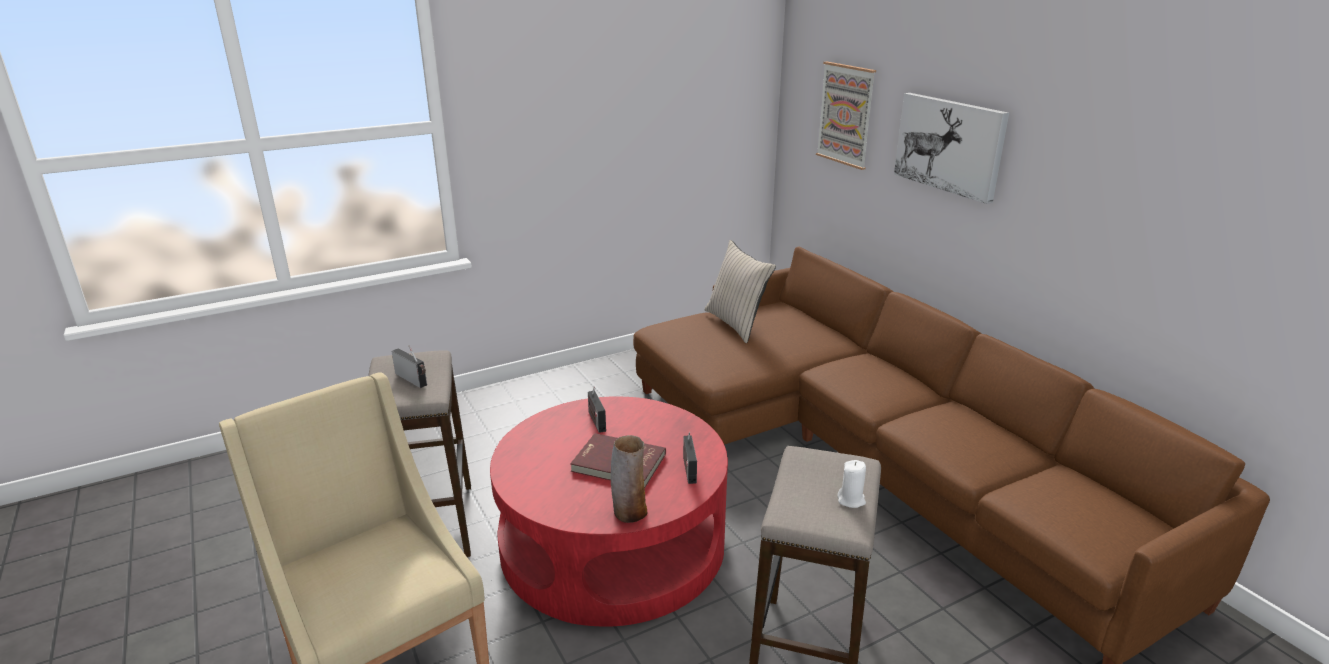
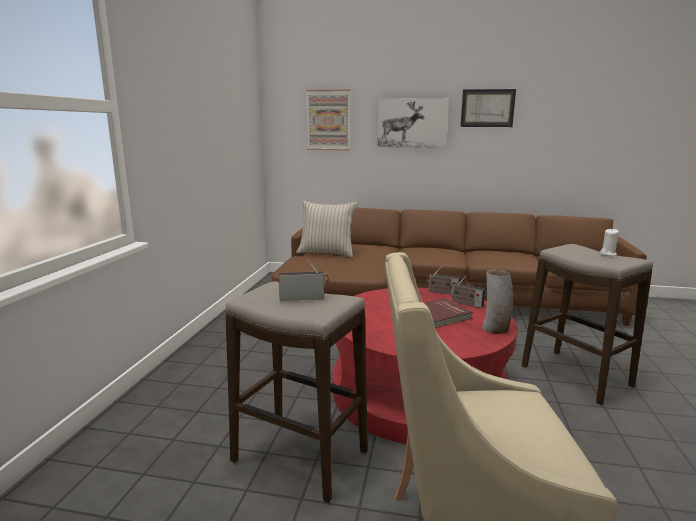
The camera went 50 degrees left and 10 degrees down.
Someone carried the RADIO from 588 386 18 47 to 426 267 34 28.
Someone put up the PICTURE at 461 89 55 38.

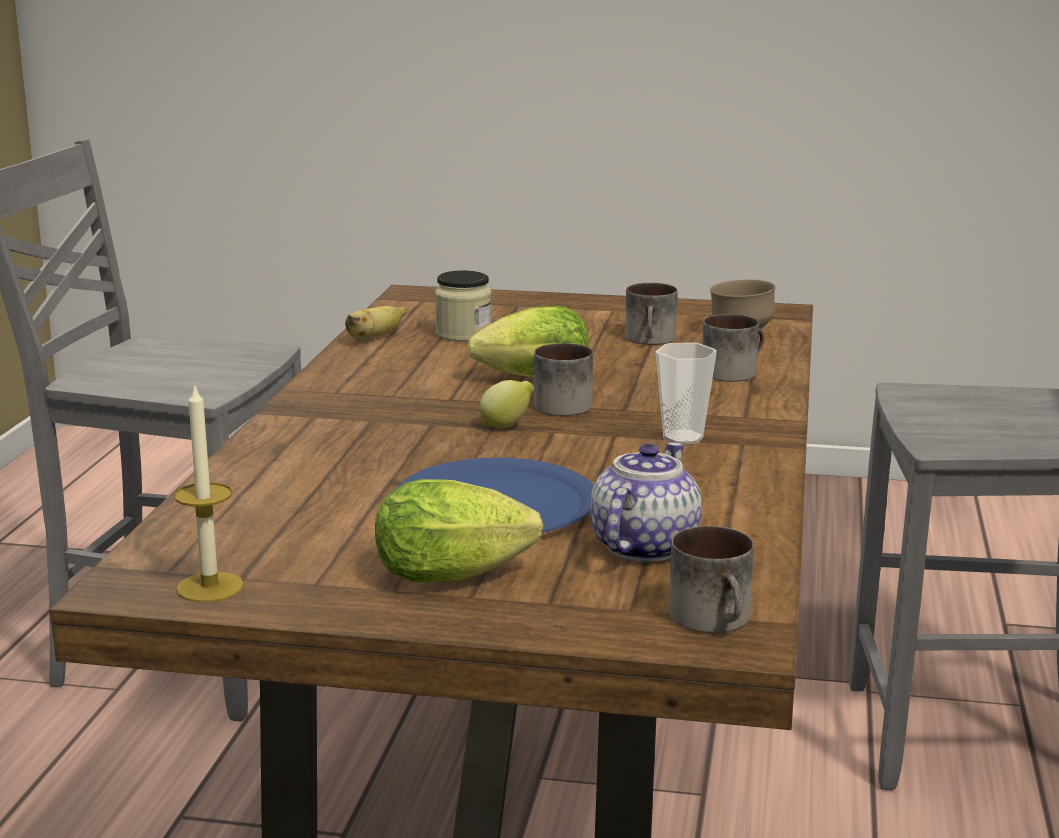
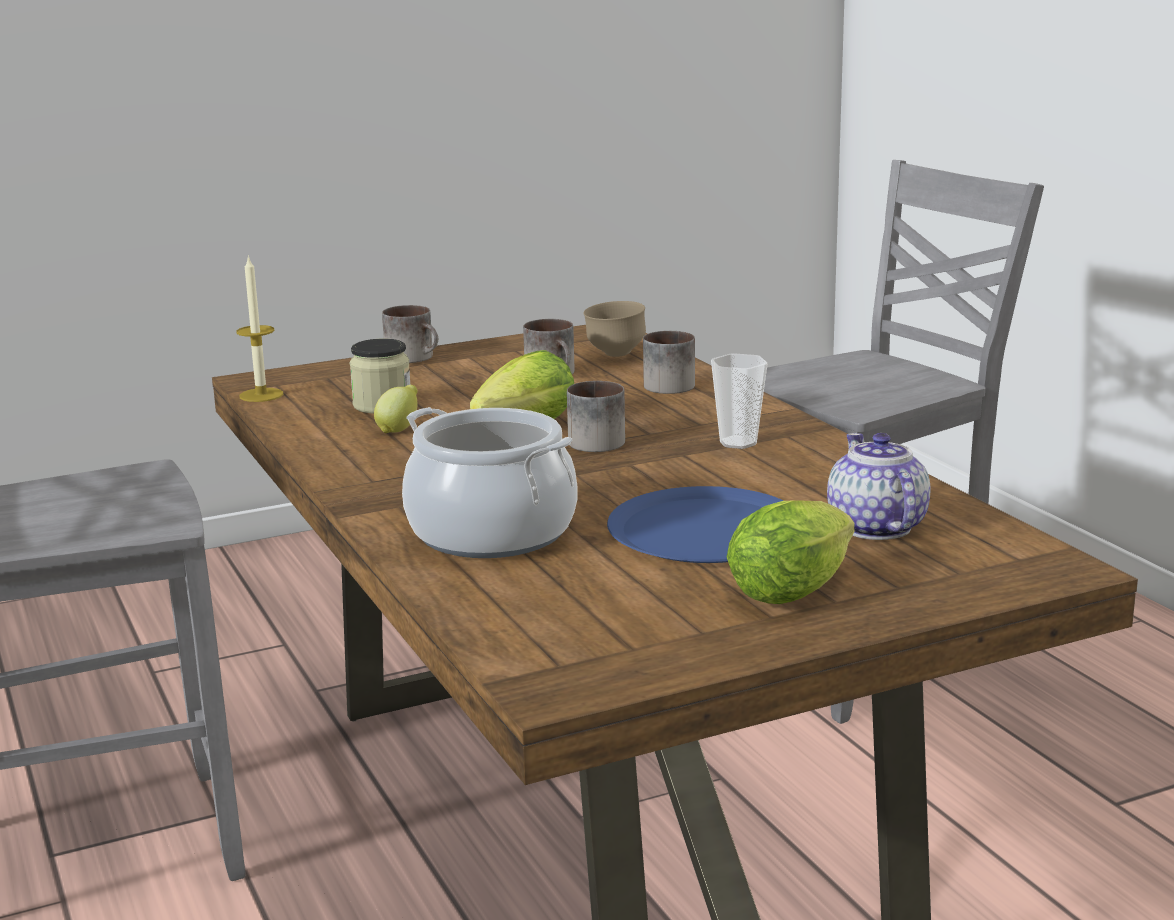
The camera went 35 degrees left and 0 degrees up.
Someone carried the CANDLE from 174 383 70 219 to 236 255 48 147.
Someone carried the LEMON from 479 380 55 49 to 374 385 43 48.
Someone carried the MUG from 669 526 85 107 to 382 305 56 58.
Someone put down the COOKING POT at 402 407 176 151.
Someone took away the BANANA at 345 306 62 34.

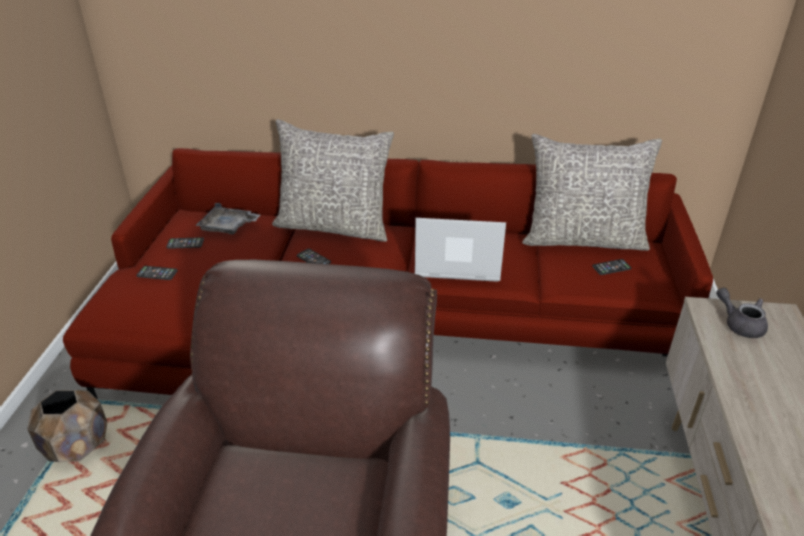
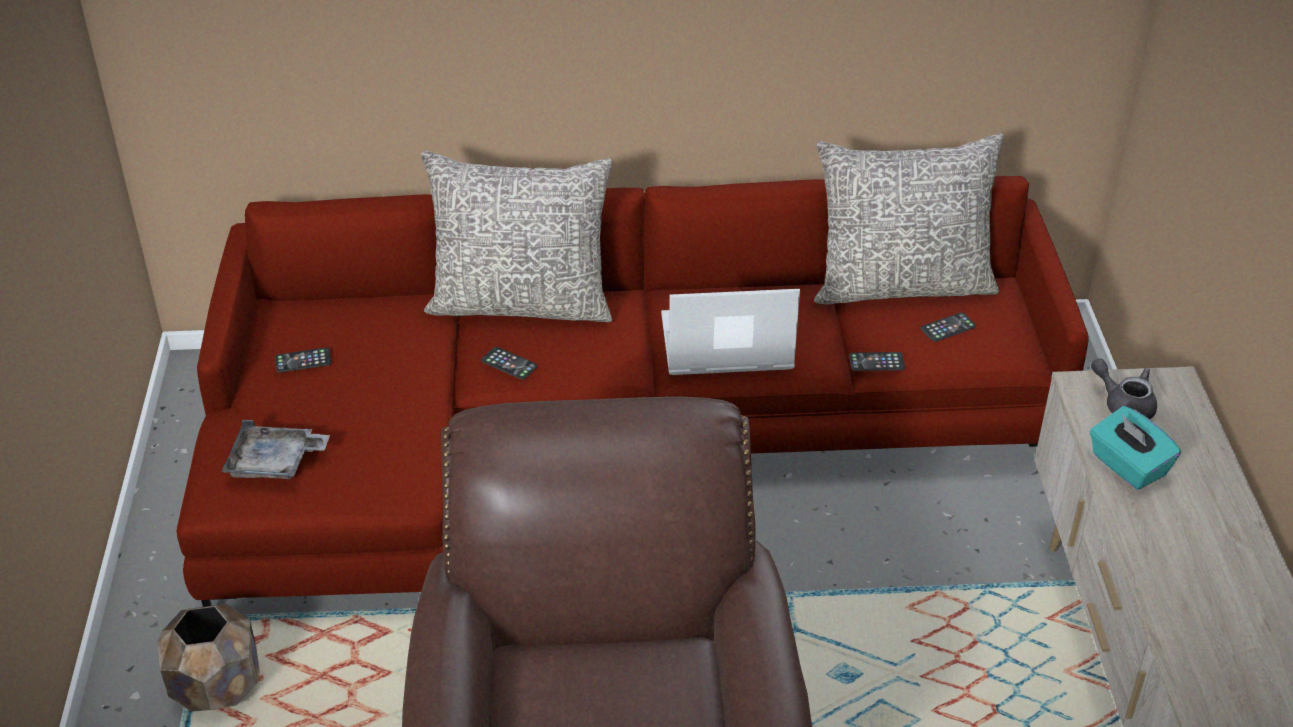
The camera went 10 degrees left and 5 degrees up.
Someone carried the GREY TRAY from 195 203 65 32 to 221 420 109 59.
Someone carried the PHONE from 137 266 41 14 to 849 352 56 19.
Someone put down the TURQUOISE TISSUE BOX at 1090 406 91 84.

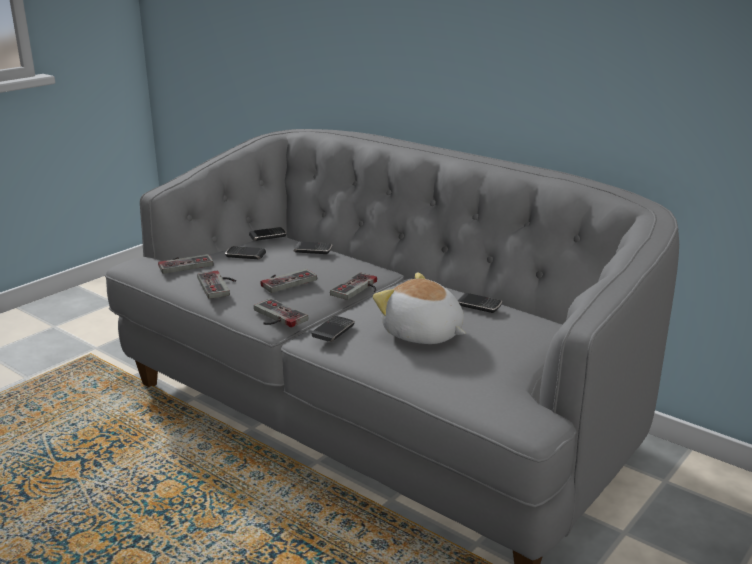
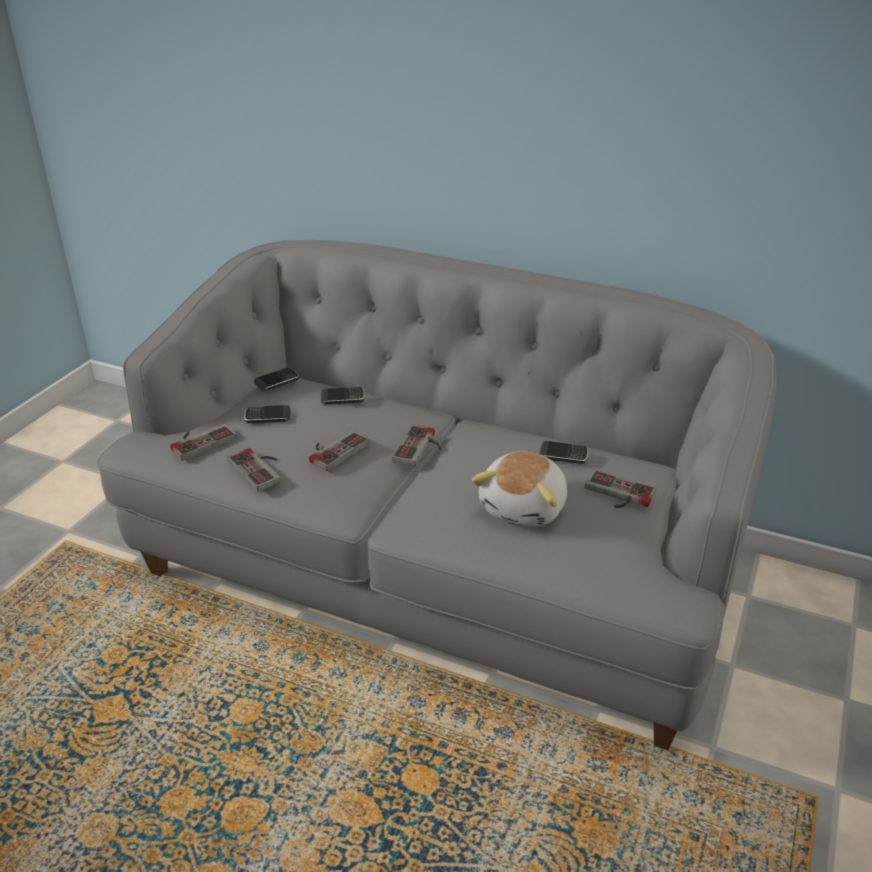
The camera went 15 degrees left and 10 degrees up.
Someone rotated the PLUSH TOY at 373 272 93 72 by 90 degrees counterclockwise.
Someone carried the GAME CONTROLLER from 254 298 54 30 to 585 470 71 38.
Someone took away the PHONE at 311 316 44 26.

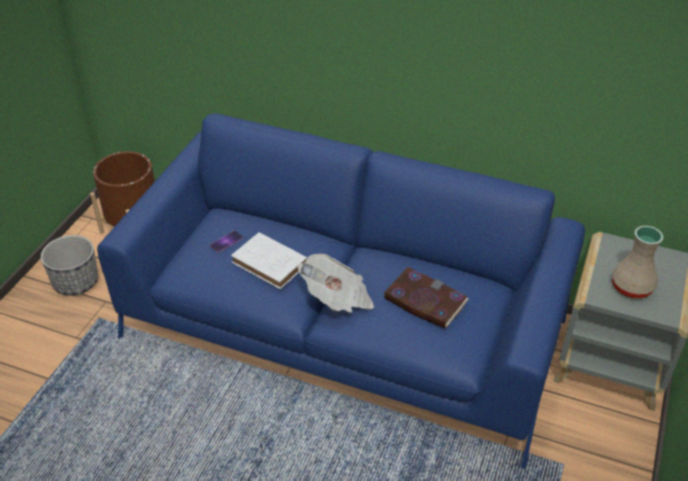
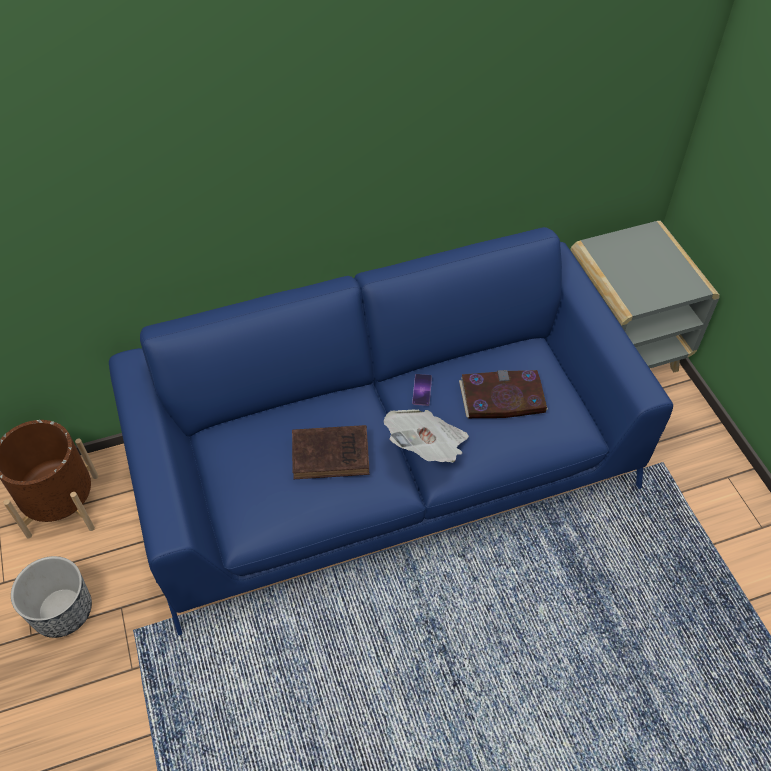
The camera went 40 degrees left and 10 degrees up.
Someone repainted the WHITE BOOK at 231 232 77 57, which became the BROWN BOOK at 292 425 78 54.
Someone carried the PHONE from 210 230 33 23 to 412 374 20 32.
Someone took away the BEIGE VASE at 612 226 51 72.

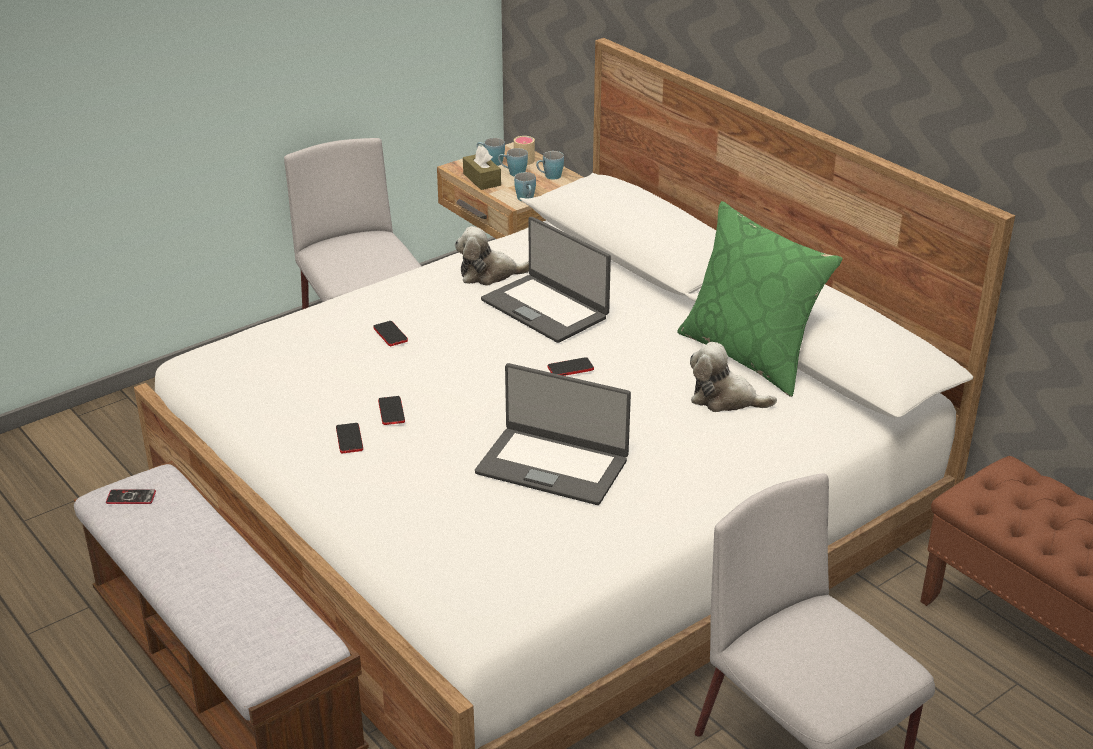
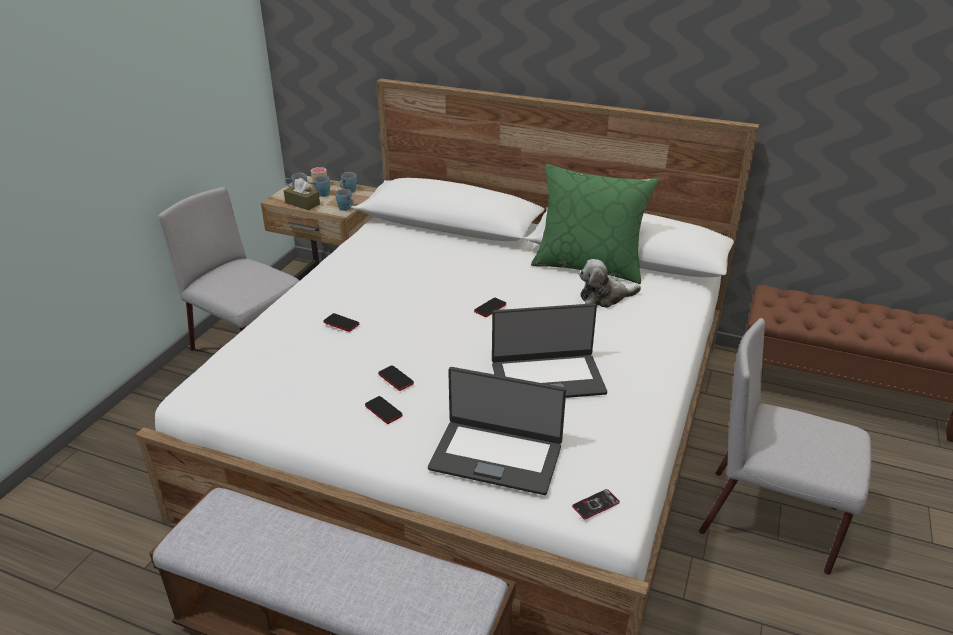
The camera went 30 degrees left and 0 degrees up.
Someone carried the LAPTOP from 481 217 130 126 to 428 367 138 128.
Someone carried the PHONE from 106 489 50 15 to 572 489 48 30.
Someone took away the PLUSH TOY at 455 226 74 60.

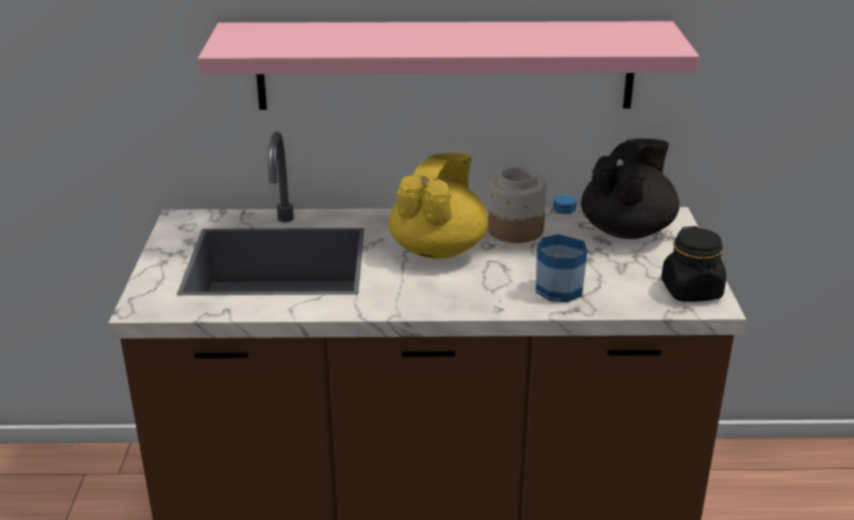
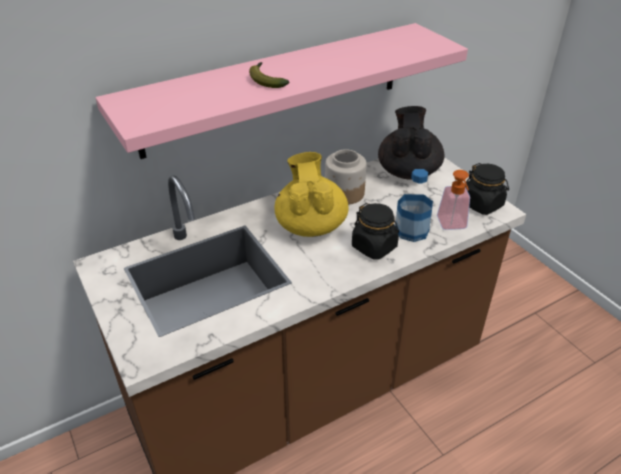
The camera went 30 degrees left and 10 degrees up.
Someone put down the BANANA at 249 62 40 26.
Someone put down the BLACK JAR at 352 203 47 57.
Someone put down the SOAP DISPENSER at 437 170 33 60.

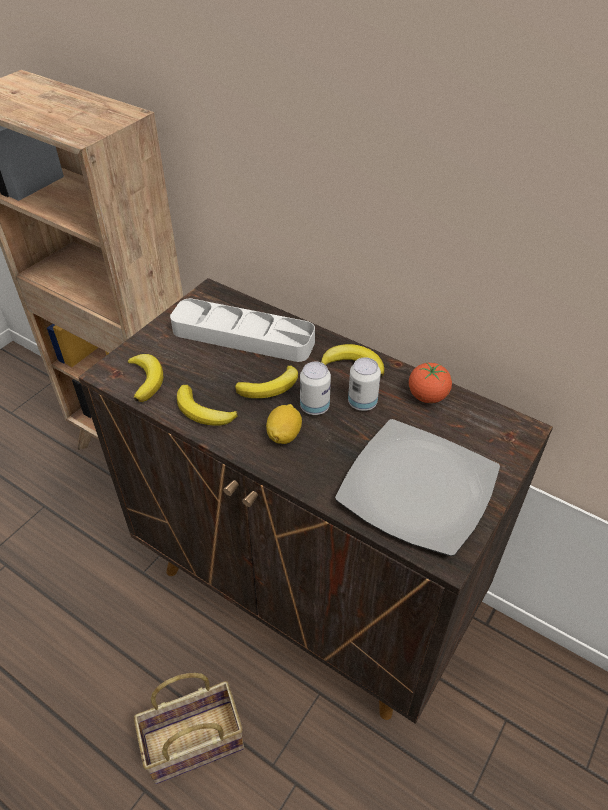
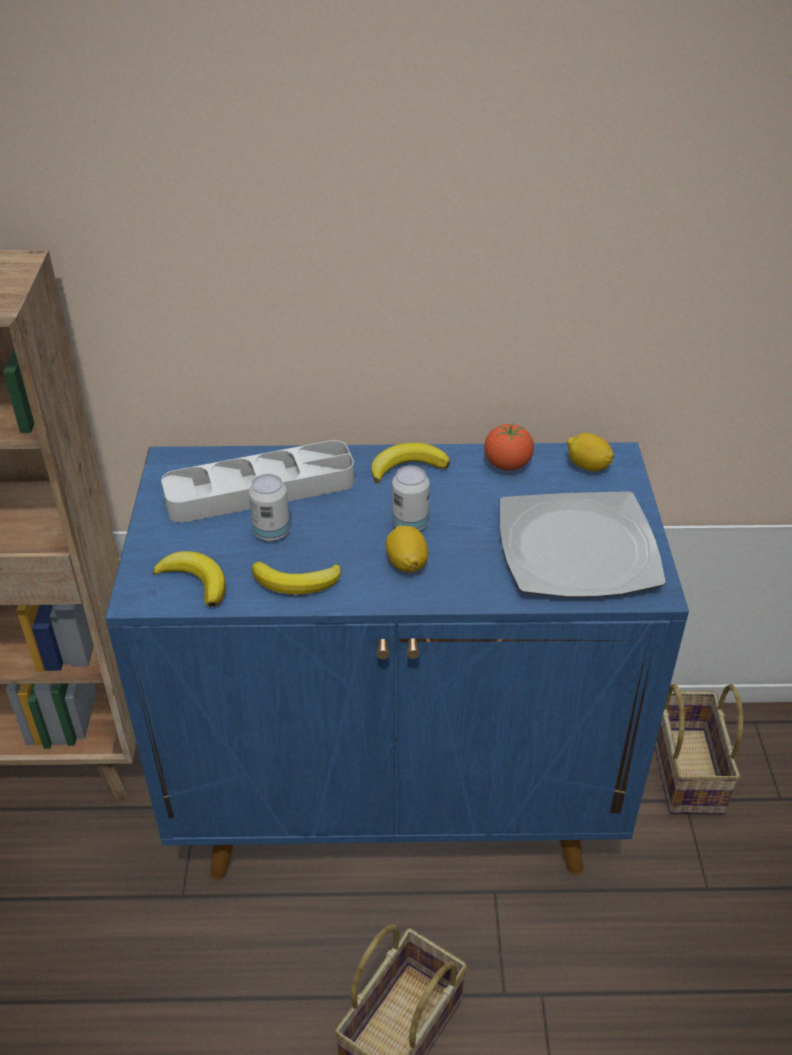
The camera went 35 degrees left and 5 degrees down.
Someone repainted the BROWN CABINET at 79 278 474 446, which became the BLUE CABINET at 105 442 584 438.
Someone carried the CAN from 348 358 33 53 to 249 474 41 67.
Someone put down the LEMON at 567 433 47 38.
Someone put down the BASKET at 655 684 88 130.
Someone took away the BANANA at 235 365 63 33.

